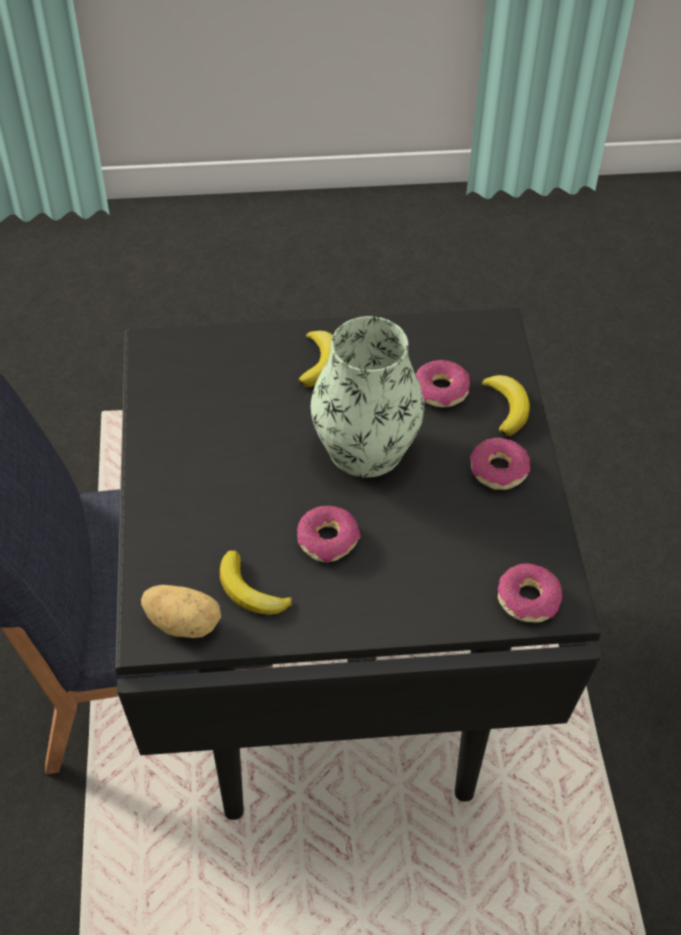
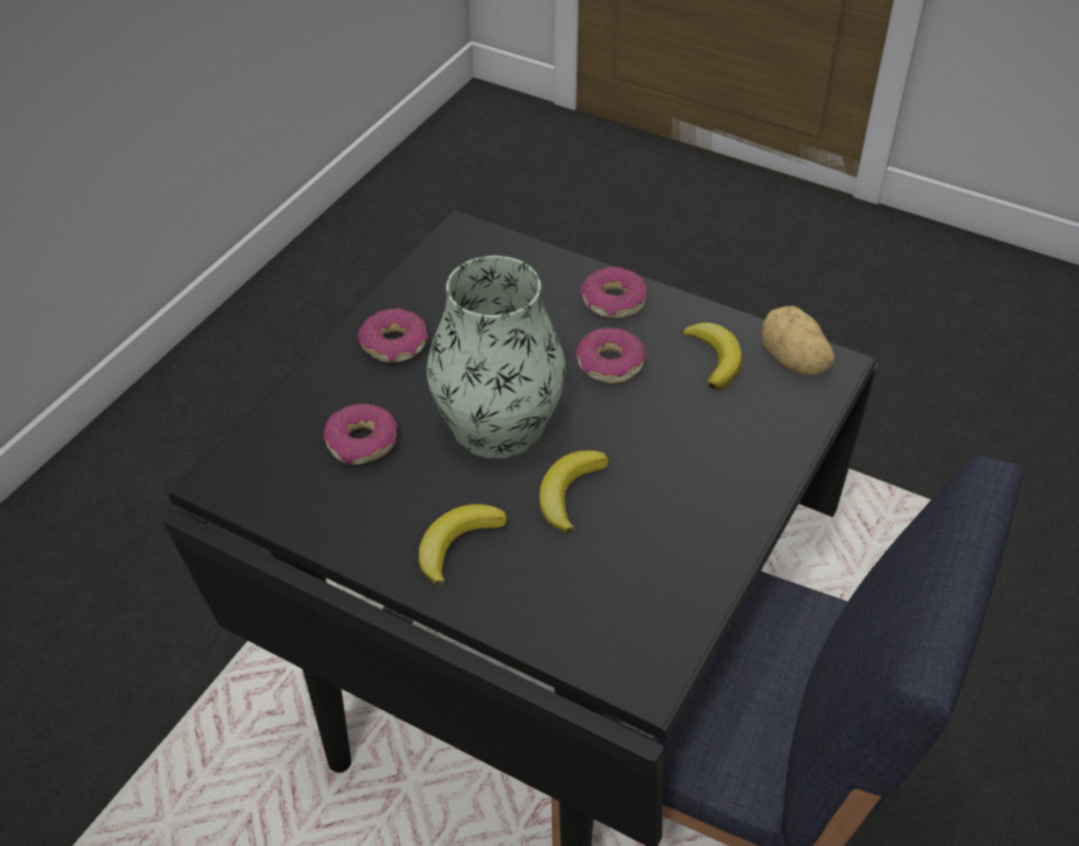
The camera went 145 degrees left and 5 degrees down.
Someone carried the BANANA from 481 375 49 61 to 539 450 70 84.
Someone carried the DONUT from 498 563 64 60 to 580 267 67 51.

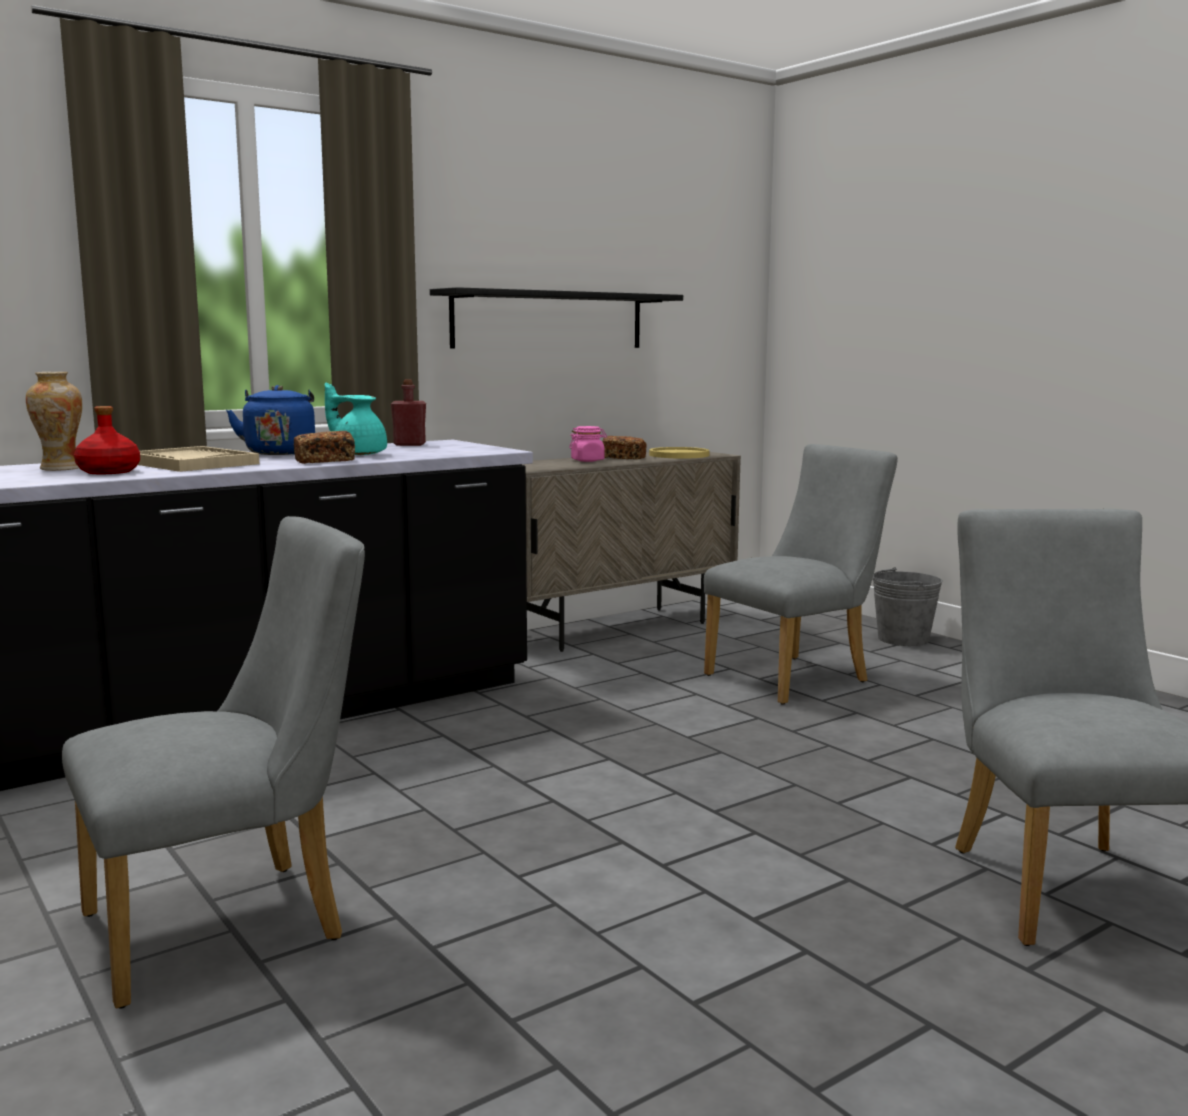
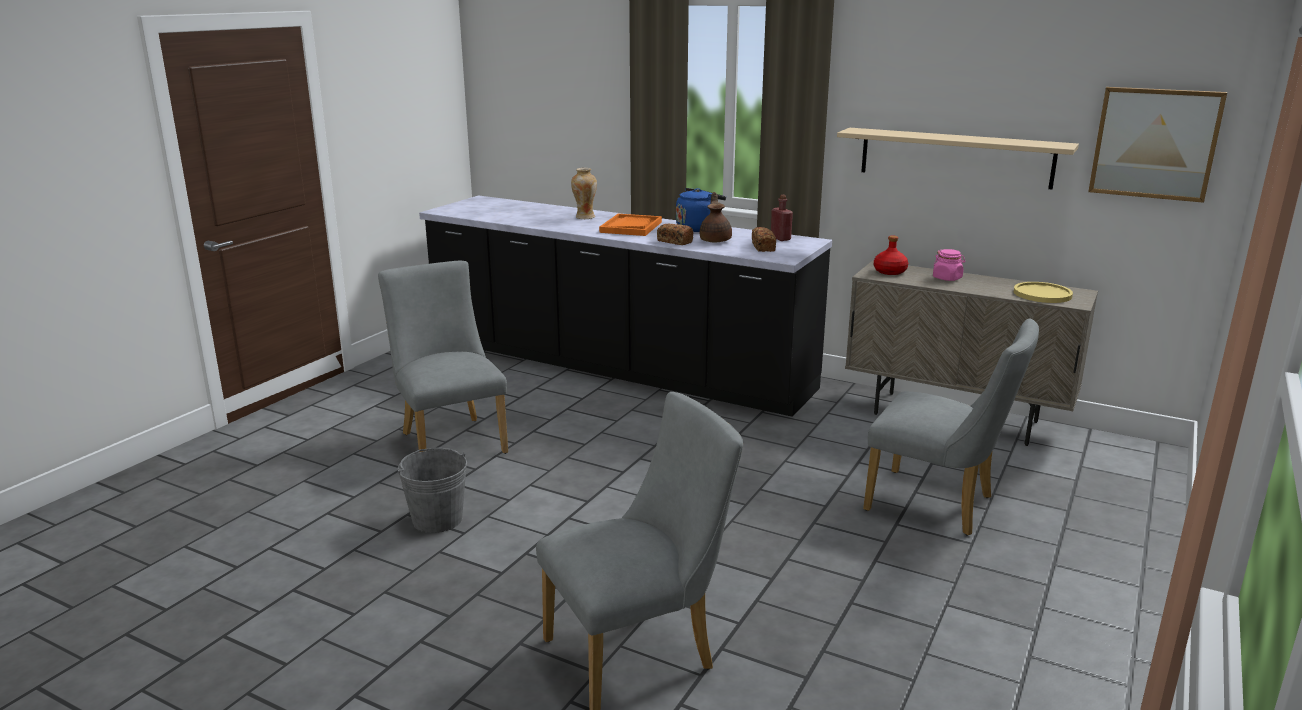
The camera went 65 degrees right and 10 degrees up.
Someone rotated the GREY CHAIR at 62 516 303 493 by 150 degrees counterclockwise.
Someone carried the GREY BUCKET from 873 567 69 79 to 398 448 69 85.
Someone repainted the BEIGE TRAY at 138 446 121 26, which became the ORANGE TRAY at 599 214 63 22.
Someone repainted the TURQUOISE TEAPOT at 325 383 62 72, which became the BROWN TEAPOT at 700 192 32 51.
Someone carried the BREAD from 602 436 45 23 to 752 227 24 25.
Someone repainted the BLACK SHELF at 430 287 253 62, which became the BEIGE SHELF at 837 128 242 61.
Someone carried the RED BOTTLE from 74 406 66 68 to 874 235 34 40.
Someone put up the PICTURE at 1088 87 139 116.

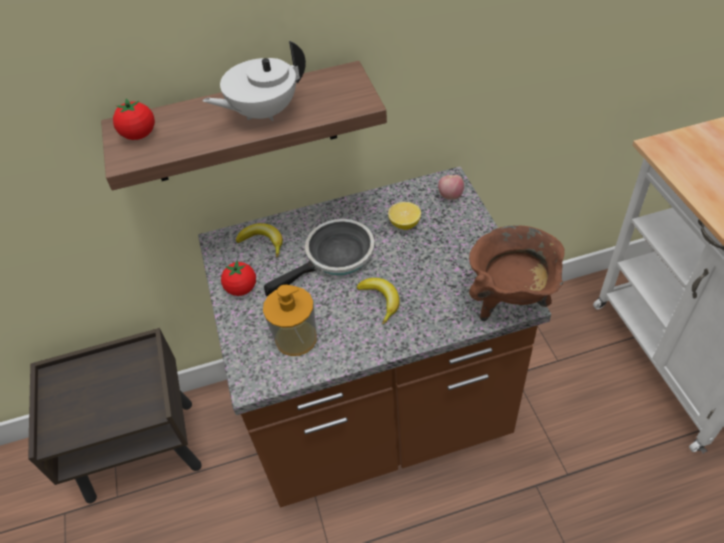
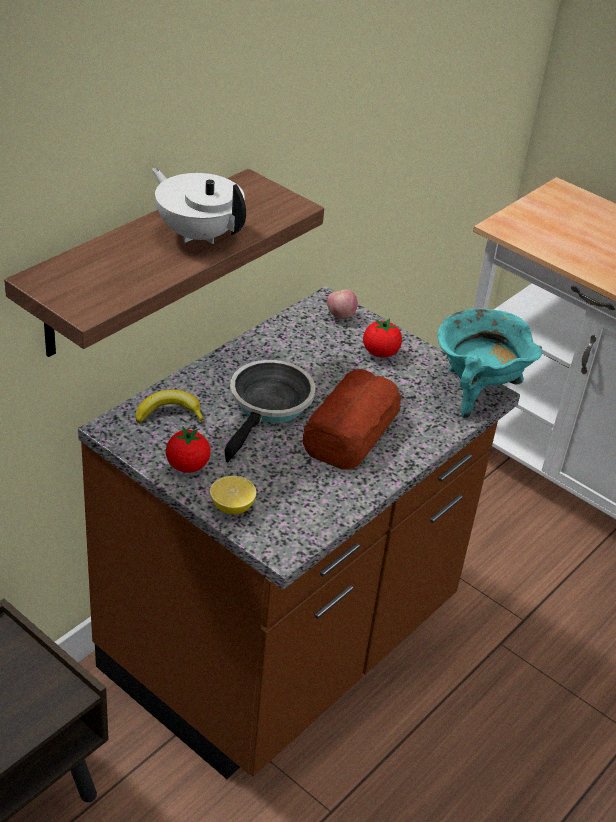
The camera went 40 degrees left and 10 degrees down.
Someone rotated the WHITE TEAPOT at 203 41 103 80 by 105 degrees clockwise.
Someone carried the LEMON from 388 202 33 28 to 210 476 46 38.
Someone swapped the BANANA at 357 278 43 46 for the BREAD at 303 369 98 101.
Someone carried the TOMATO from 113 98 42 42 to 363 318 39 40.
Someone repainted the BROWN COOKING POT at 469 225 96 96, which became the TURQUOISE COOKING POT at 438 309 104 110.
Someone took away the SOAP DISPENSER at 263 285 54 71.

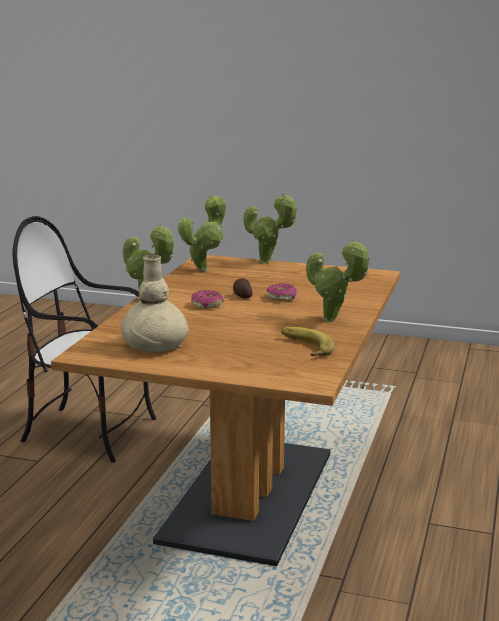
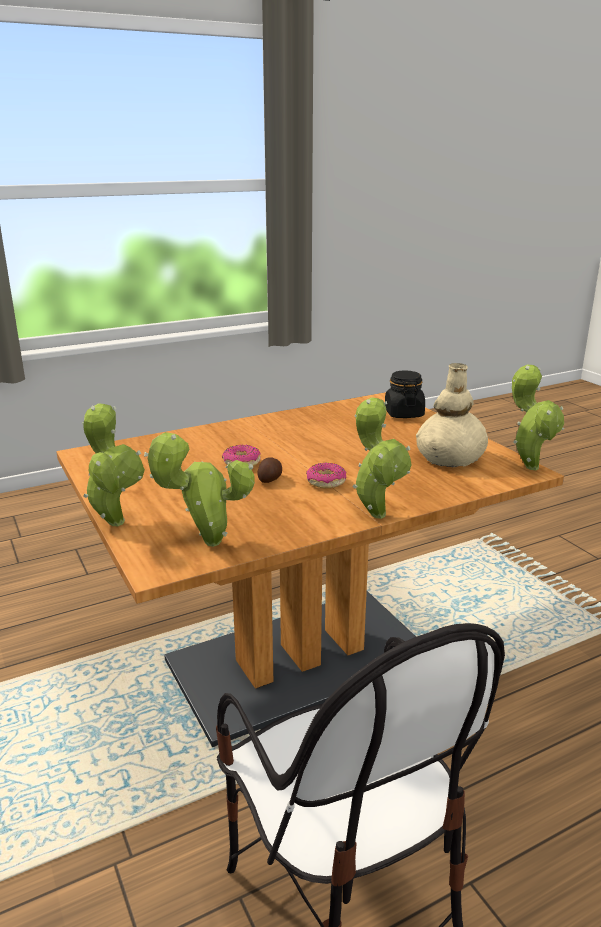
The camera went 135 degrees left and 5 degrees up.
Someone put down the BLACK JAR at 385 370 40 48.
Someone carried the POTTED PLANT from 306 240 65 83 to 512 365 52 105.
Someone took away the BANANA at 281 327 54 29.

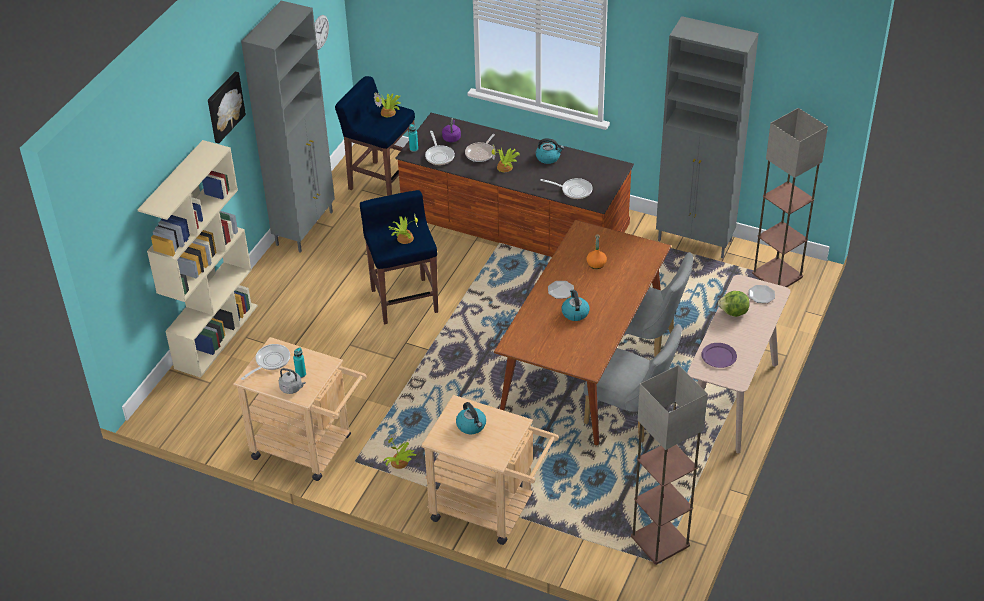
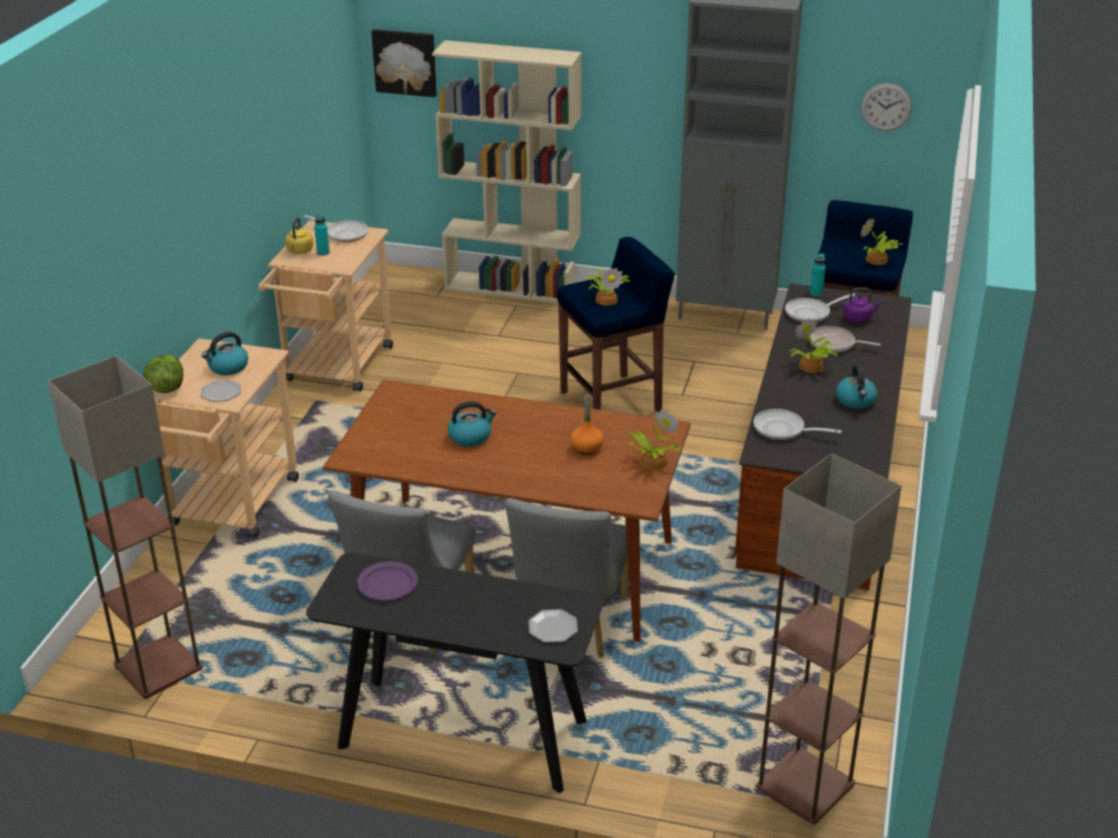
The camera went 80 degrees right and 10 degrees down.
Someone carried the LETTUCE from 718 291 32 26 to 144 355 40 38.
Someone carried the PLATE from 548 281 26 18 to 201 380 40 22.
Someone repainted the GREY KETTLE at 279 368 27 26, which became the YELLOW KETTLE at 285 217 29 37.
Someone repainted the BEIGE CONSOLE TABLE at 687 275 103 178, which became the BLACK CONSOLE TABLE at 306 553 298 240.
Someone carried the PICTURE from 208 72 38 71 to 371 29 66 68.
Someone carried the POTTED PLANT from 383 433 34 36 to 626 410 55 60.
Someone rotated the FRYING PAN at 540 178 53 21 by 105 degrees clockwise.
Someone took away the GREY CABINET at 656 16 103 242.

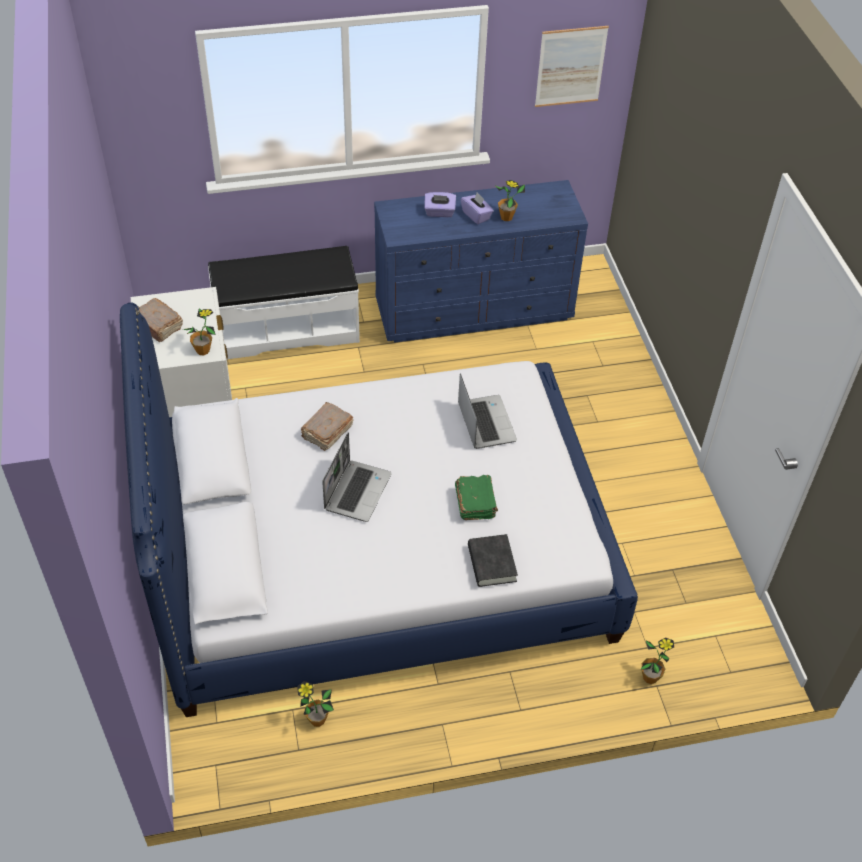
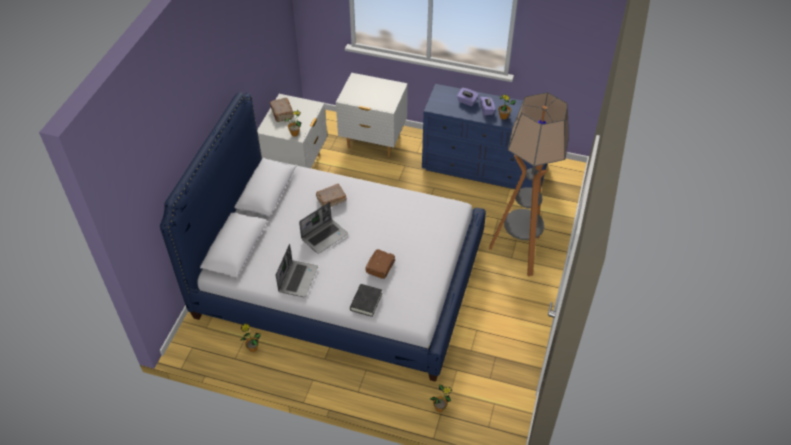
The camera went 30 degrees right and 0 degrees up.
Someone carried the LAPTOP from 458 374 59 75 to 276 244 42 53.
Someone swapped the WHITE BENCH at 208 246 152 113 for the WHITE NIGHTSTAND at 336 73 72 84.
Someone repainted the GREEN BOOK at 455 475 43 45, which became the BROWN BOOK at 365 249 30 30.
Someone put down the FLOOR LAMP at 489 92 80 185.
Someone took away the PICTURE at 535 26 74 81.

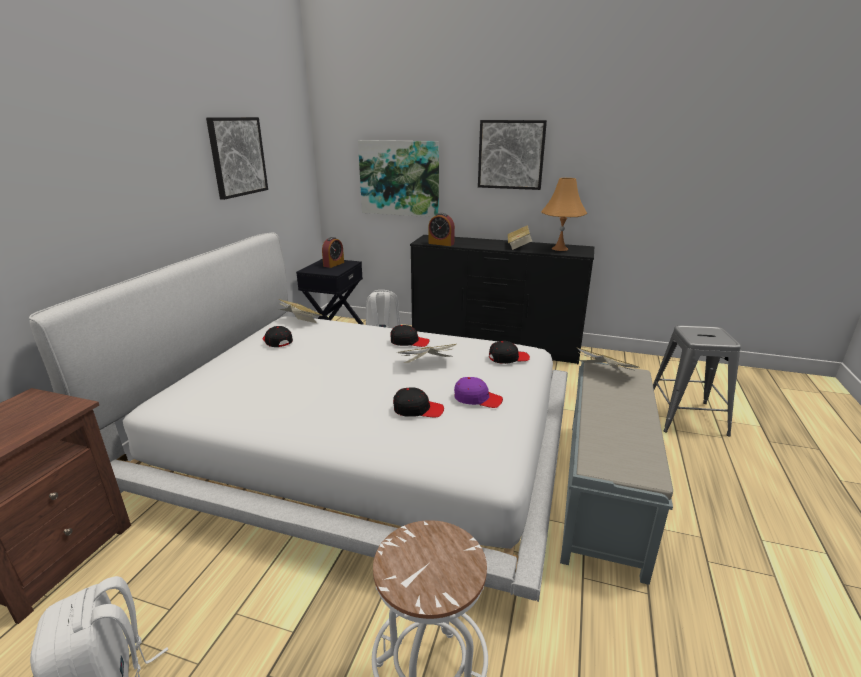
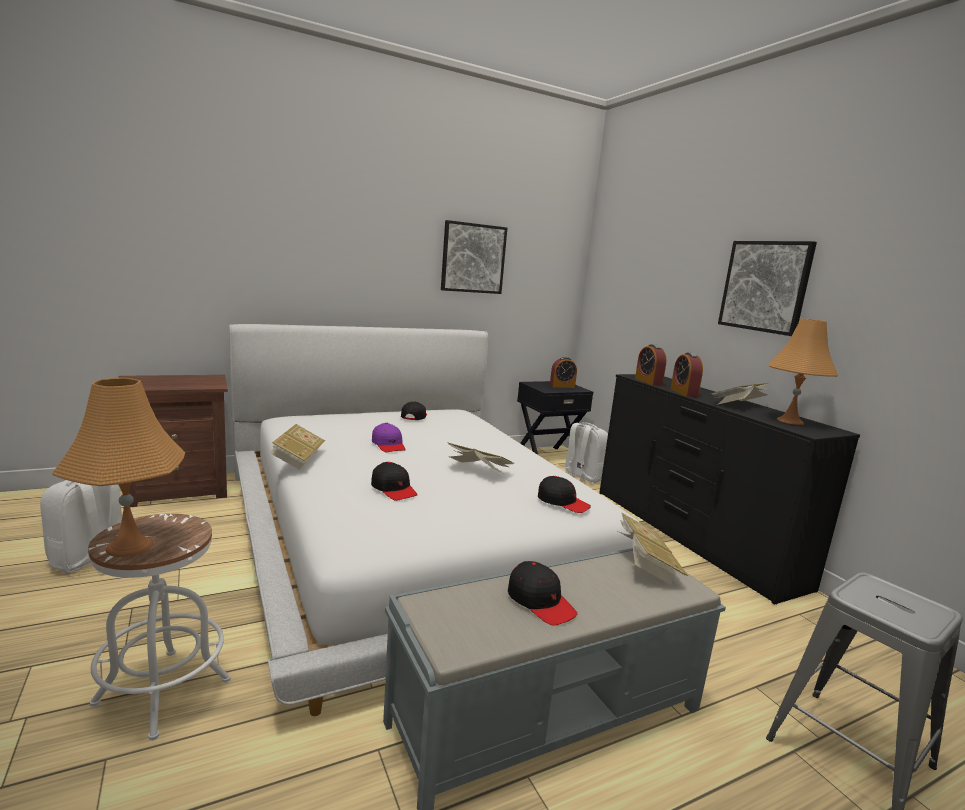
The camera went 45 degrees right and 10 degrees down.
Someone put down the ORANGE TABLE LAMP at 52 378 133 179.
Someone carried the BOOK from 279 299 44 24 to 269 424 56 46.
Someone carried the PURPLE CAP from 454 377 49 31 to 372 423 34 29.
Someone carried the BLACK CAP from 390 325 39 22 to 508 561 69 65.
Someone put down the ALARM CLOCK at 671 353 32 44.
Someone took away the PICTURE at 358 140 81 77.

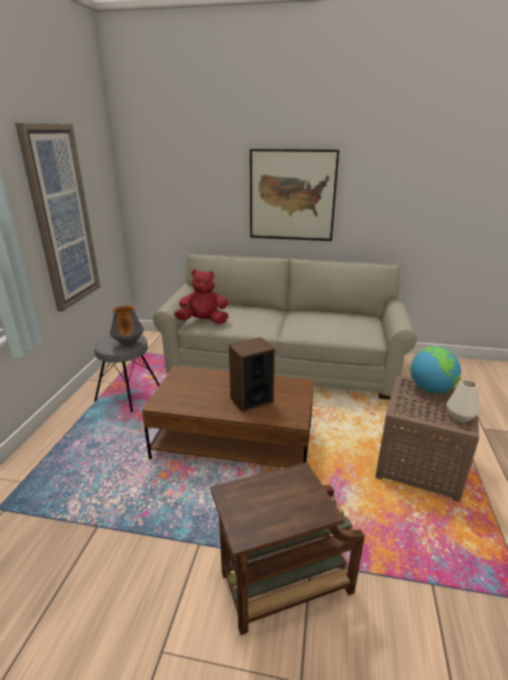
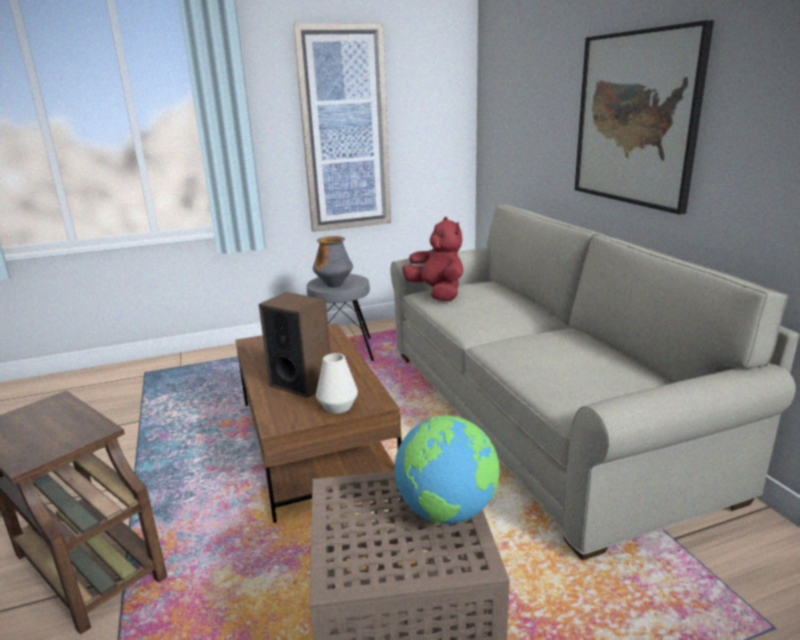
The camera went 60 degrees right and 5 degrees down.
Someone carried the WHITE VASE from 446 380 33 43 to 316 353 42 61.

